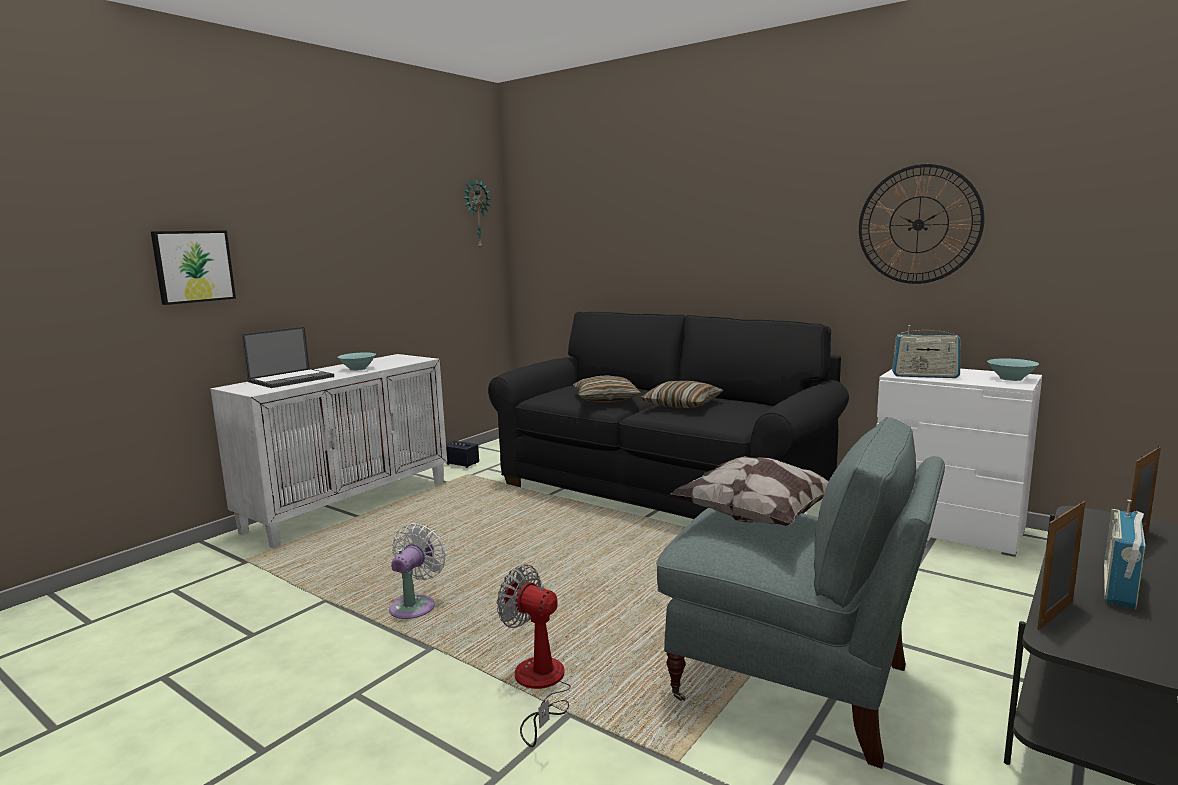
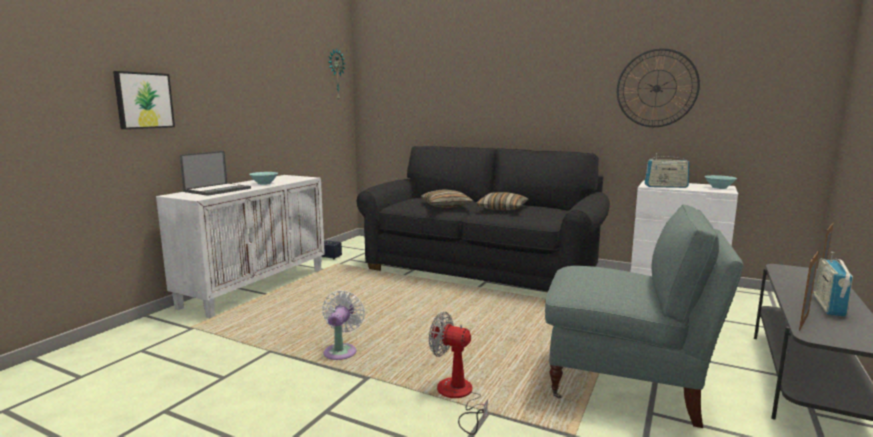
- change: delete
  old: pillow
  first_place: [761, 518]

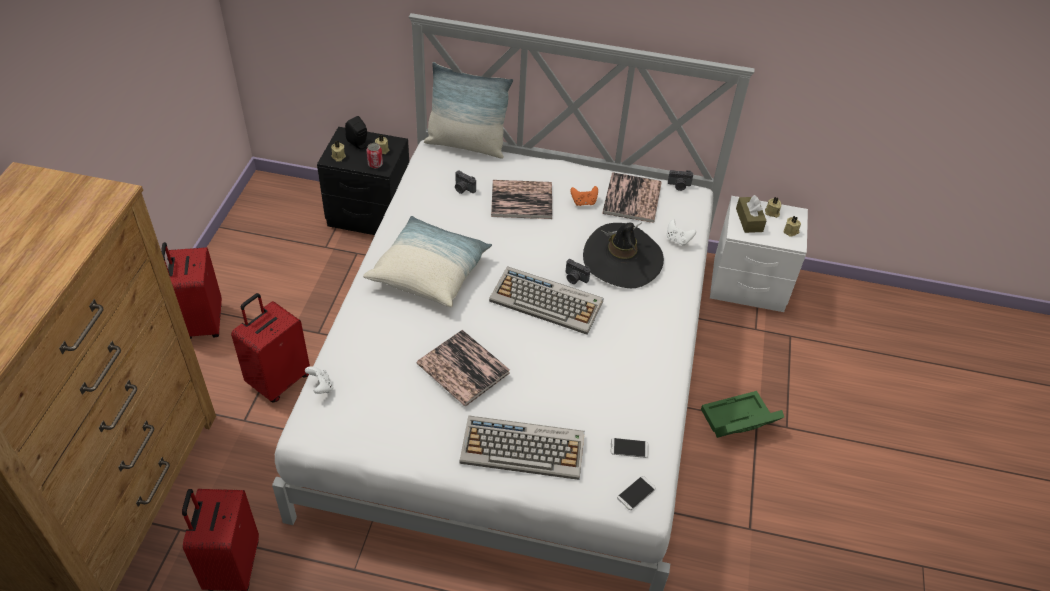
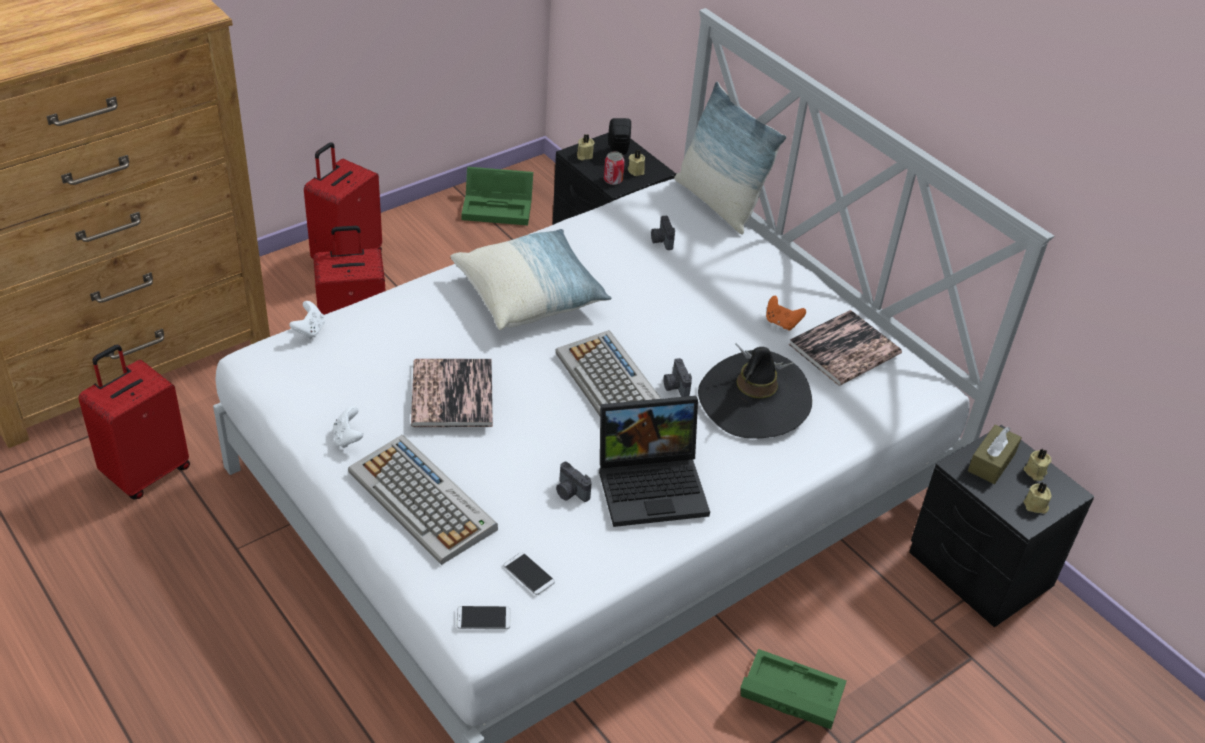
- change: move
  old: white_game_controller
  first_place: [678, 239]
  second_place: [348, 438]
- change: insert
  new: green_storage_box
  second_place: [499, 207]
- change: move
  old: photo_camera
  first_place: [679, 185]
  second_place: [570, 492]
- change: insert
  new: laptop
  second_place: [653, 485]
- change: recolor
  old: white_nightstand
  new: black_nightstand
  first_place: [748, 285]
  second_place: [979, 569]
- change: delete
  old: book
  first_place: [521, 200]

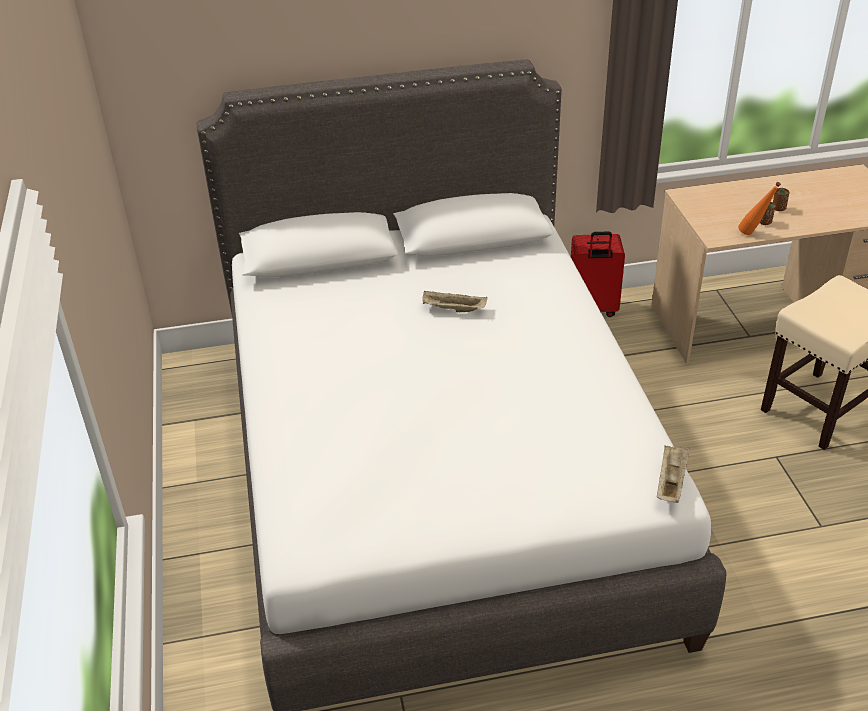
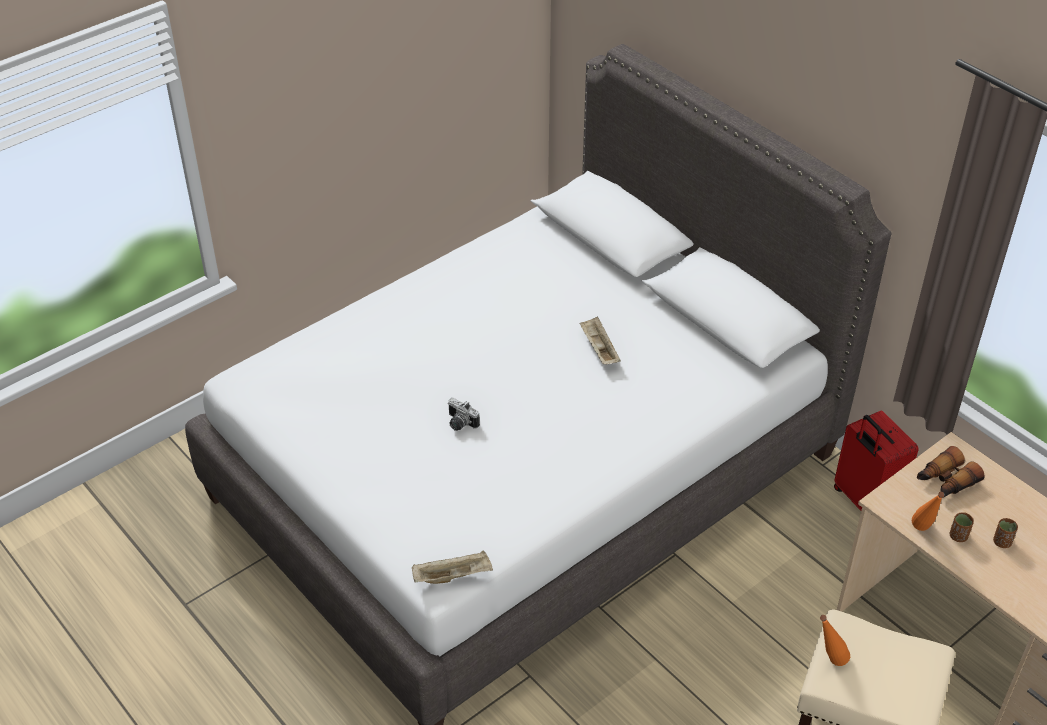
- change: insert
  new: photo_camera
  second_place: [459, 423]
- change: insert
  new: orange_bottle
  second_place: [828, 662]
- change: insert
  new: binoculars
  second_place: [945, 481]

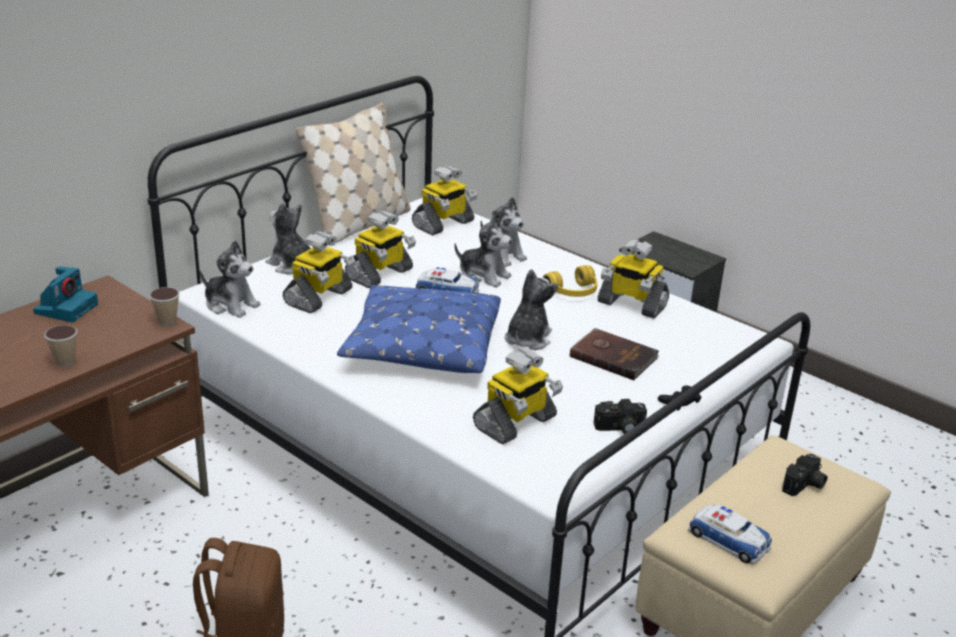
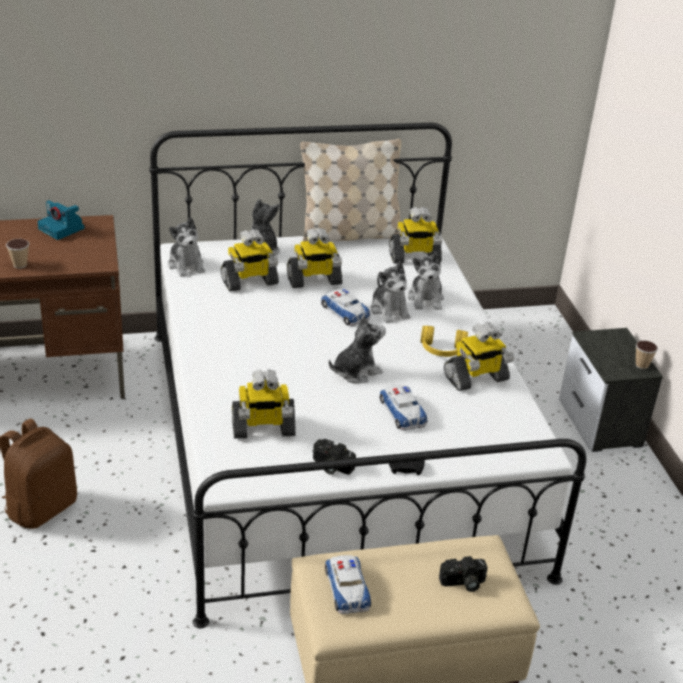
- change: rotate
  old: photo_camera
  first_place: [66, 308]
  second_place: [62, 229]
  degrees: 75
- change: replace
  old: brown_book
  new: toy_car
  first_place: [613, 356]
  second_place: [402, 412]
- change: rotate
  old: toy_robot
  first_place: [631, 304]
  second_place: [476, 378]
  degrees: -90
- change: move
  old: cup
  first_place: [167, 321]
  second_place: [641, 365]
- change: delete
  old: blue_pillow
  first_place: [422, 347]

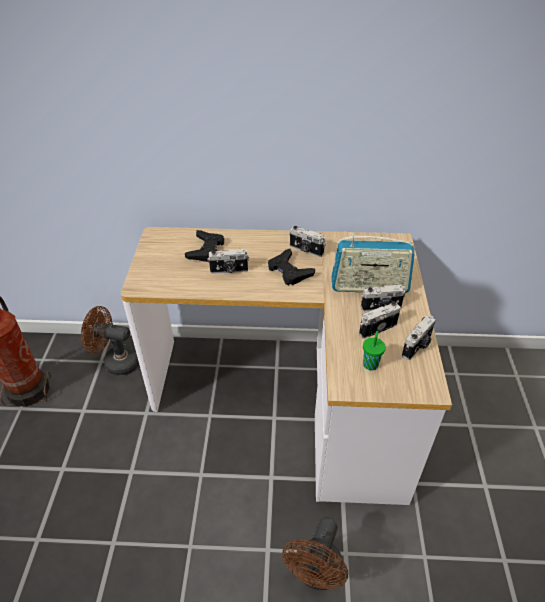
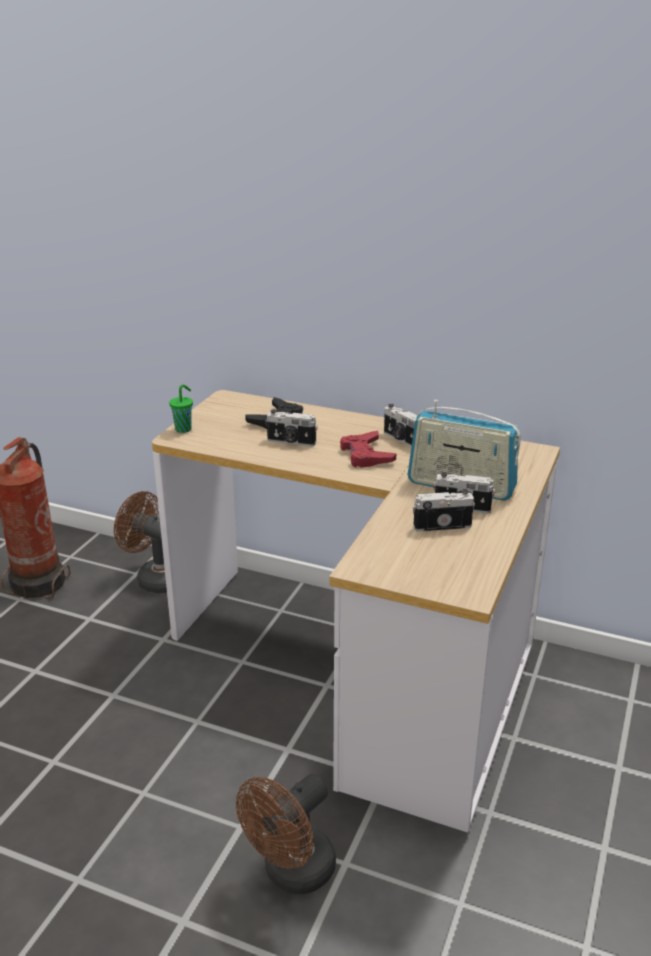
- change: move
  old: green_cup
  first_place: [370, 364]
  second_place: [184, 429]
- change: recolor
  old: black_game_controller
  new: red_game_controller
  first_place: [289, 271]
  second_place: [366, 455]
- change: delete
  old: photo_camera
  first_place: [417, 346]

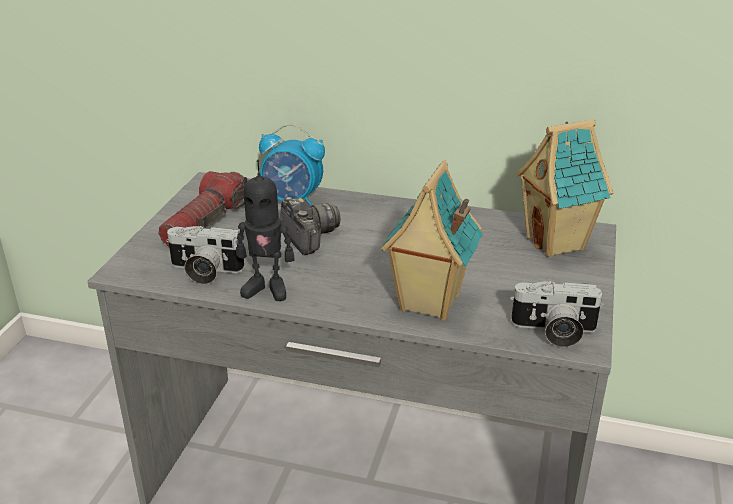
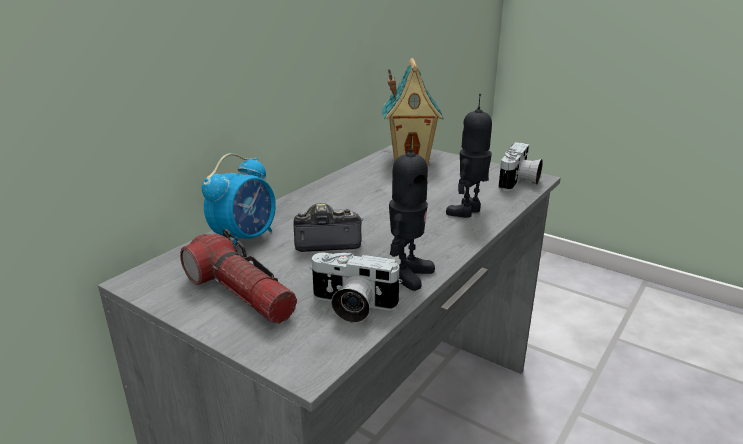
- change: rotate
  old: photo_camera
  first_place: [204, 271]
  second_place: [351, 306]
  degrees: 75
- change: replace
  old: toy_house
  new: toy_robot
  first_place: [427, 304]
  second_place: [468, 212]

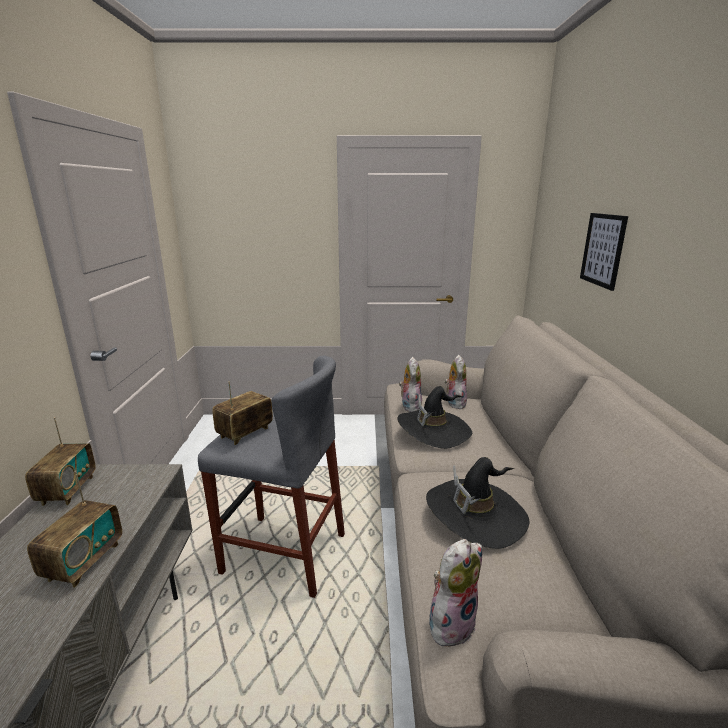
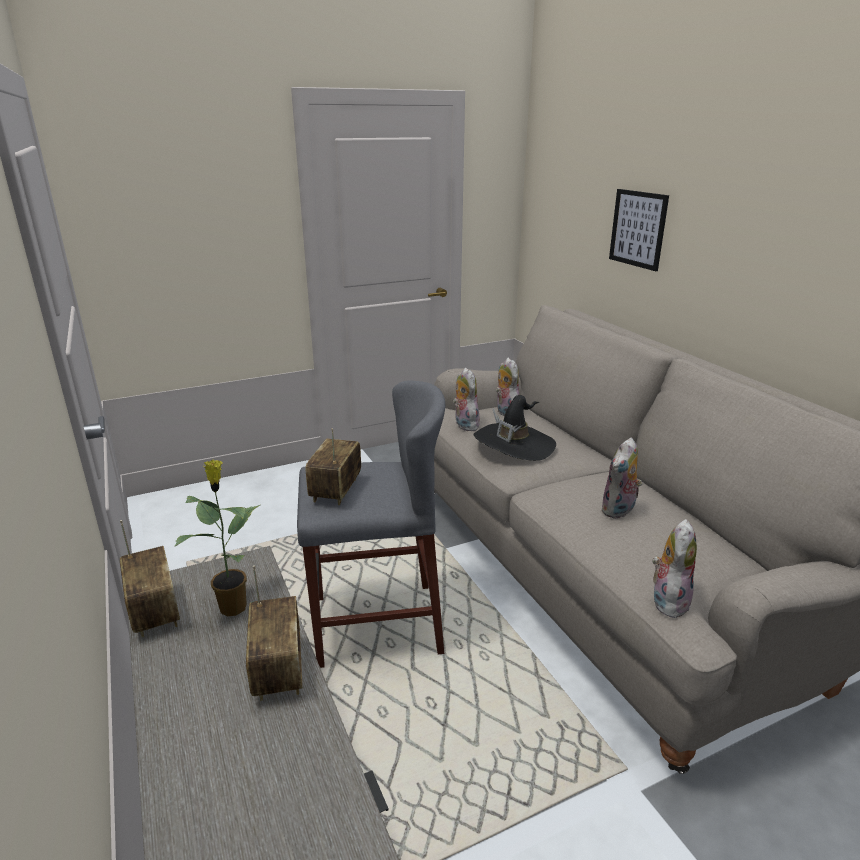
- change: insert
  new: potted_plant
  second_place: [233, 606]
- change: replace
  old: black_hat
  new: plush_toy
  first_place: [476, 514]
  second_place: [619, 511]

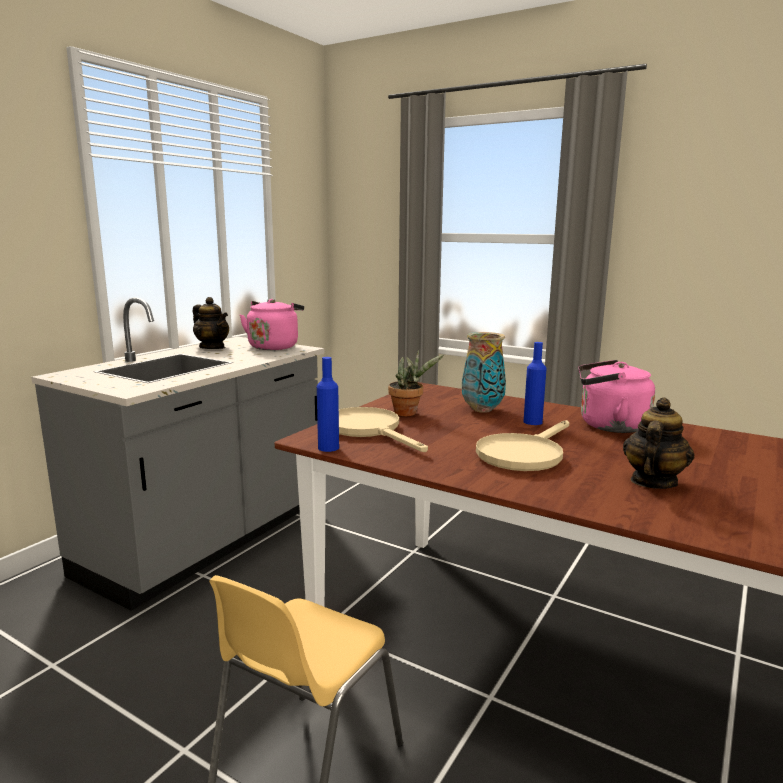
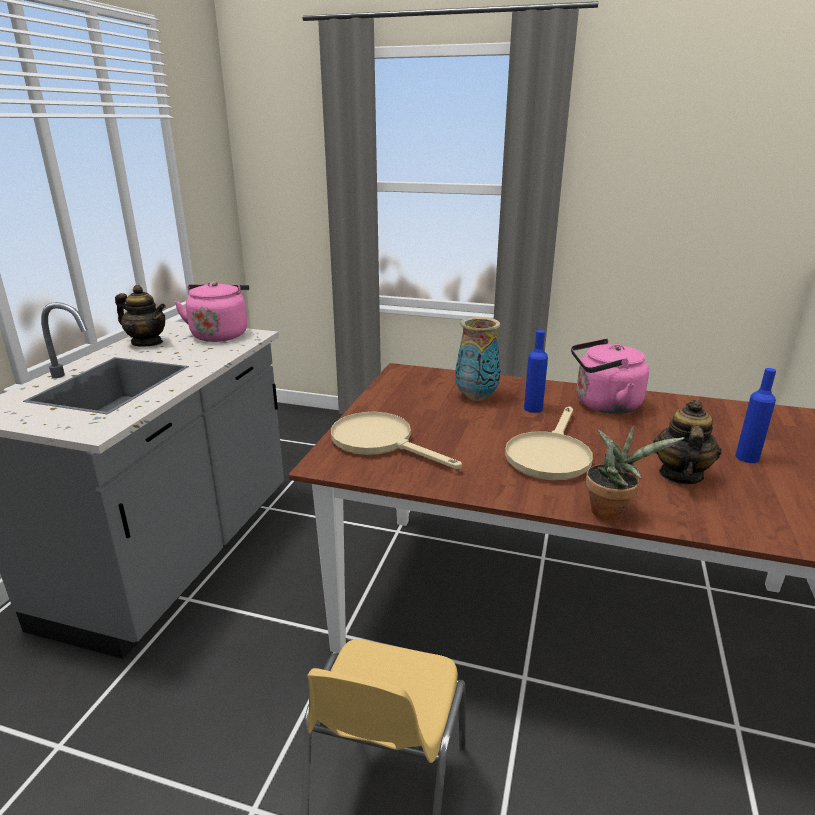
- change: move
  old: potted_plant
  first_place: [409, 413]
  second_place: [611, 511]
- change: move
  old: blue_bottle
  first_place: [328, 448]
  second_place: [747, 457]

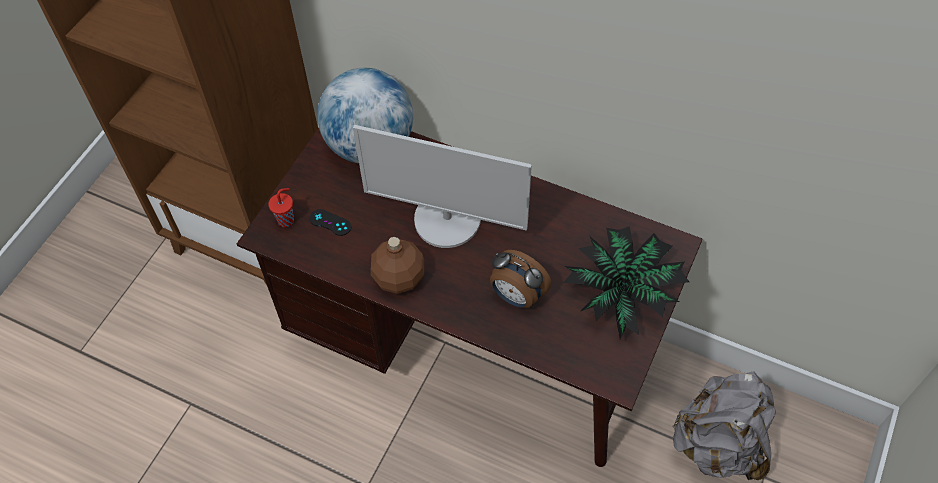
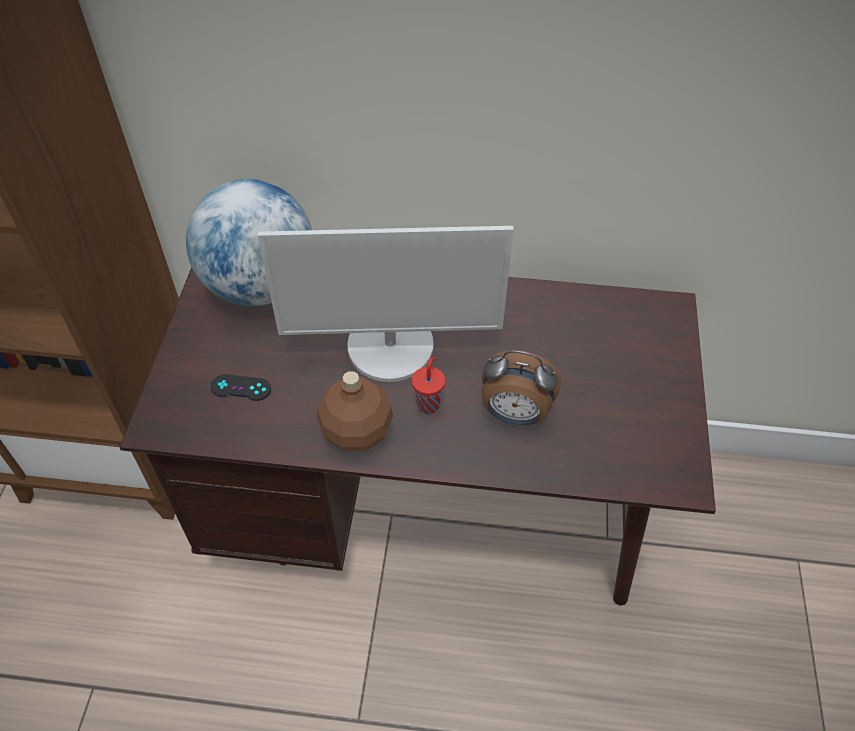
- change: move
  old: red_cup
  first_place: [286, 220]
  second_place: [428, 404]
- change: delete
  old: potted_plant
  first_place: [624, 293]
- change: delete
  old: grey_backpack
  first_place: [719, 444]

